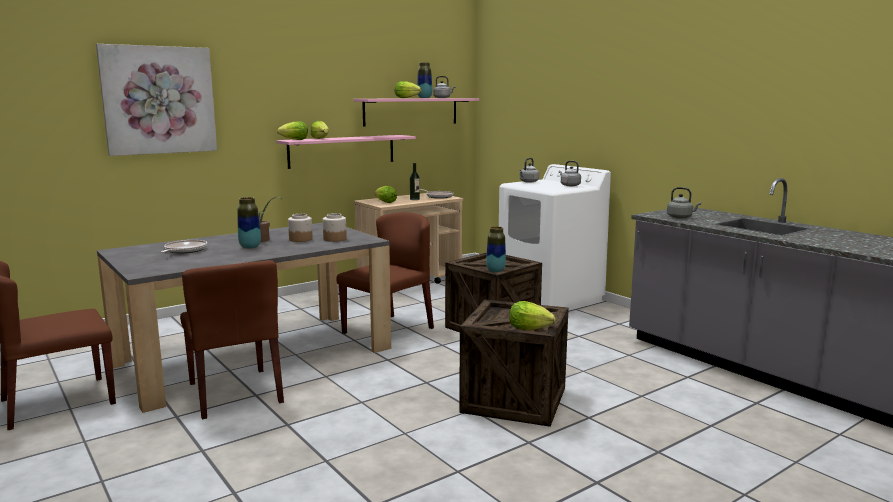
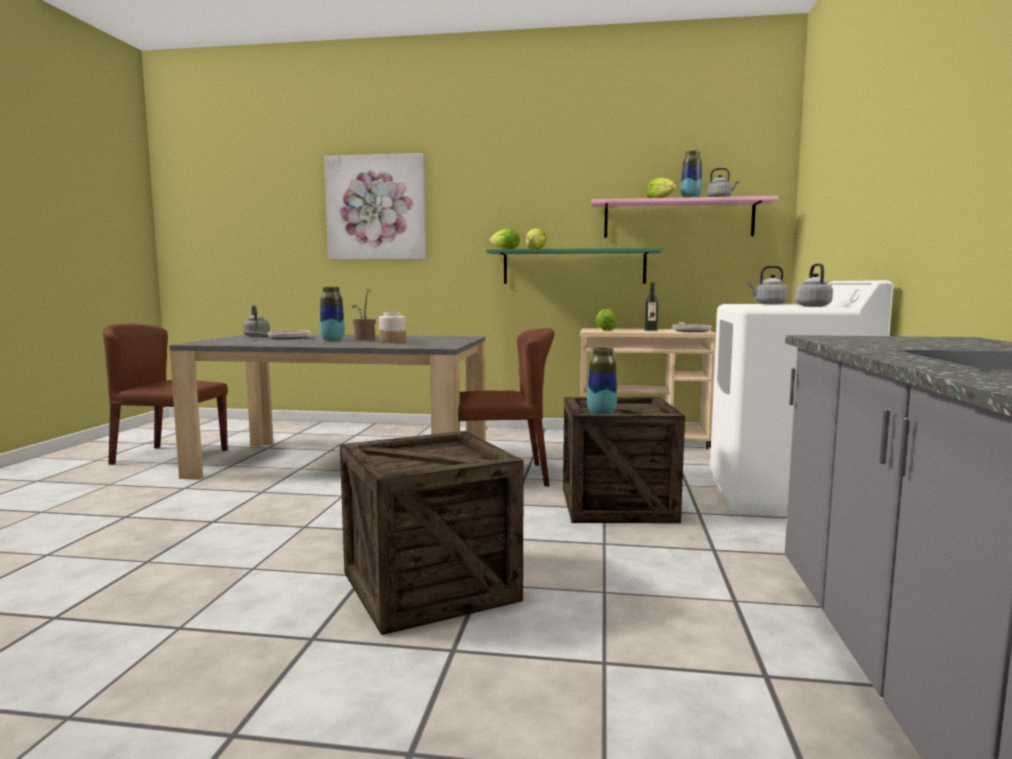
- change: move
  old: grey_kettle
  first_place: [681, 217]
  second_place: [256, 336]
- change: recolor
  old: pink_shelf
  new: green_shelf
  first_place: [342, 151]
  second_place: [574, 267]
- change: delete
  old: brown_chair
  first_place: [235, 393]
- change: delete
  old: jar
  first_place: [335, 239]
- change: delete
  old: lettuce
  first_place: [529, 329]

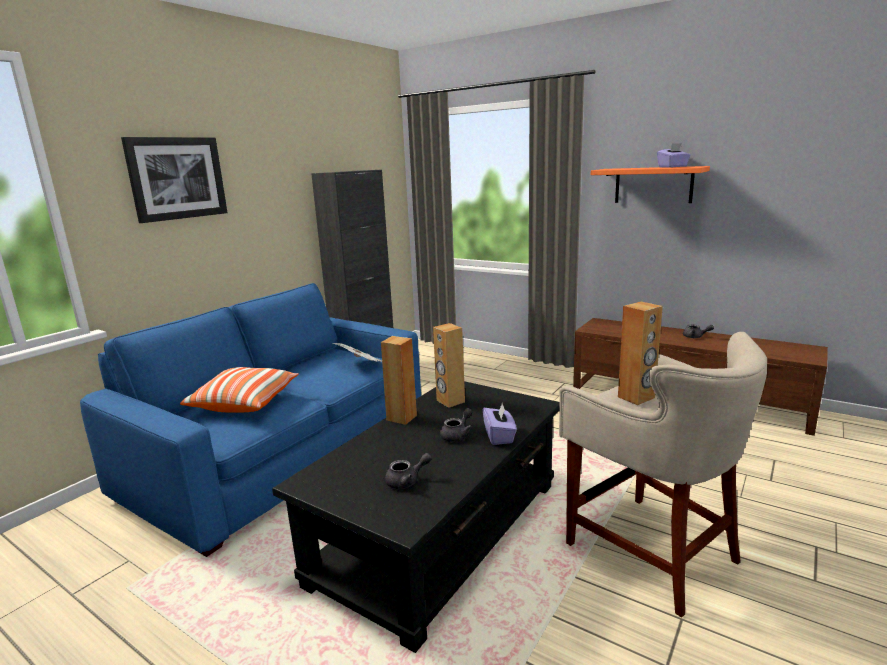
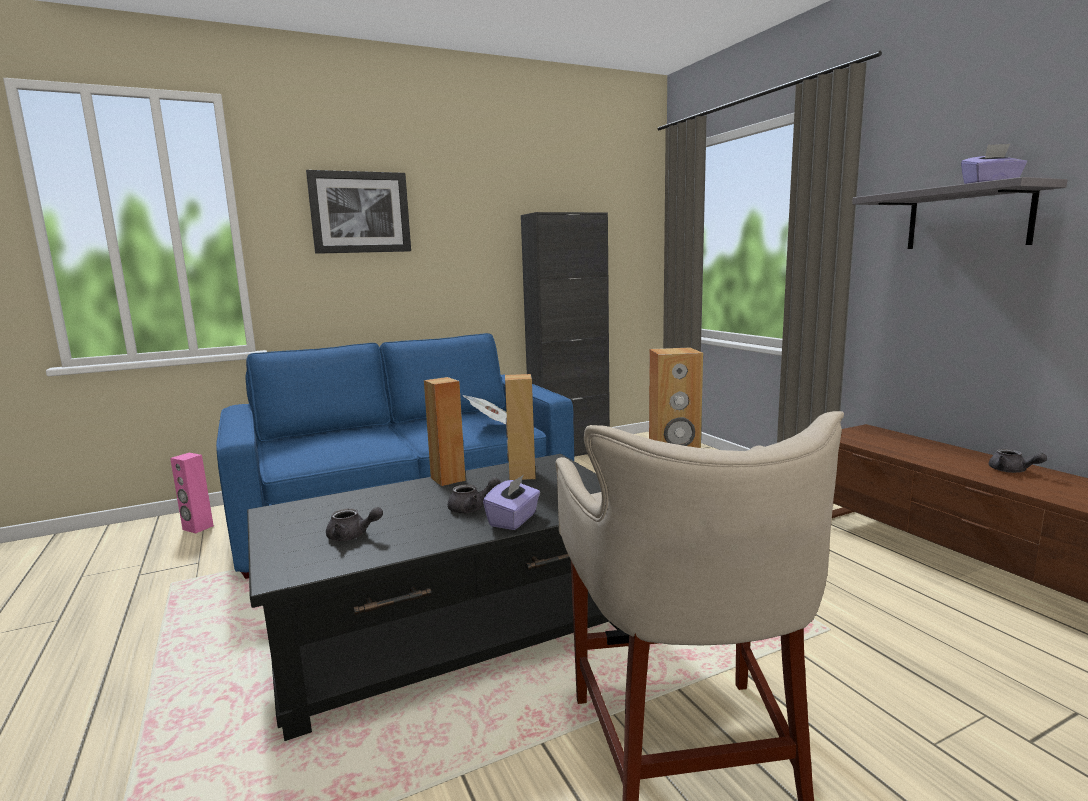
- change: insert
  new: pink_speaker
  second_place: [197, 528]
- change: recolor
  old: orange_shelf
  new: grey_shelf
  first_place: [653, 185]
  second_place: [968, 218]
- change: delete
  old: pillow
  first_place: [245, 402]

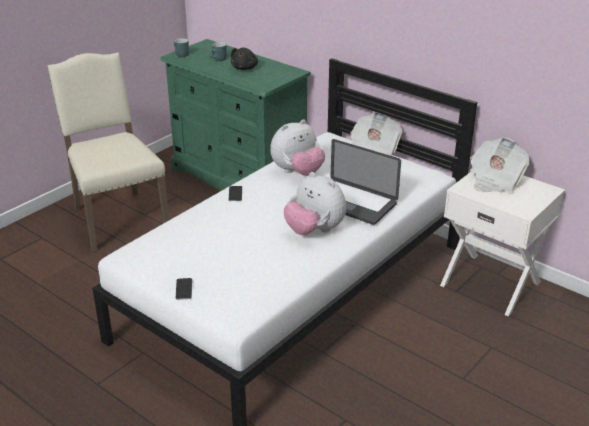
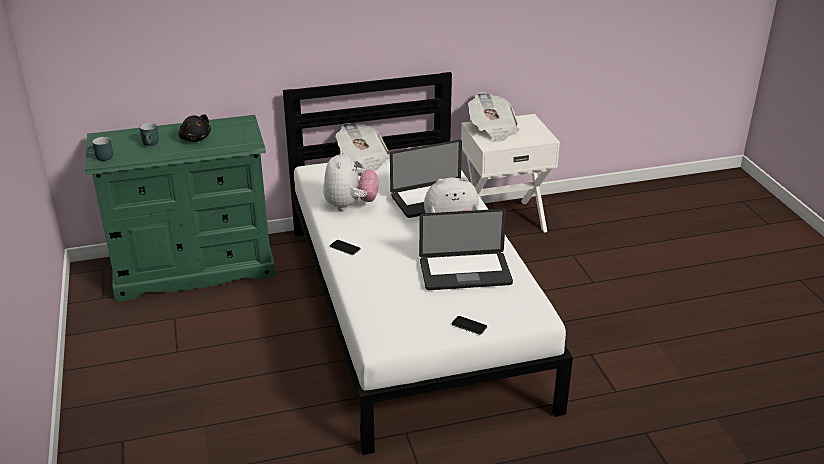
- change: insert
  new: laptop
  second_place: [465, 273]
- change: delete
  old: beige_chair
  first_place: [117, 219]

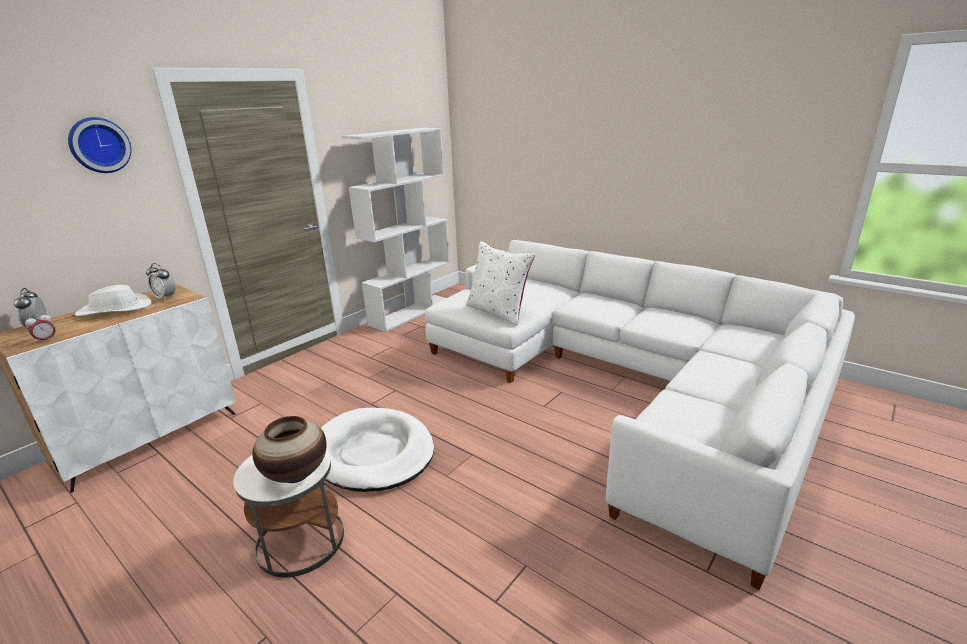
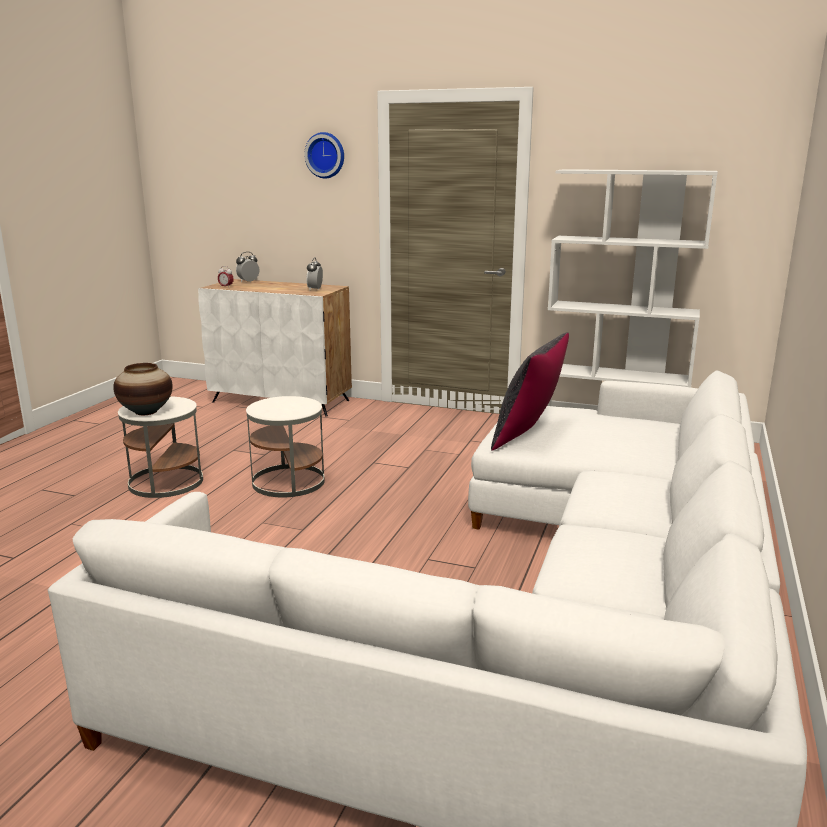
- change: replace
  old: white_dog_bed
  new: white_side_table
  first_place: [373, 453]
  second_place: [288, 482]
- change: recolor
  old: white_pillow
  new: black_pillow
  first_place: [498, 312]
  second_place: [528, 435]
- change: delete
  old: white_hat
  first_place: [115, 310]

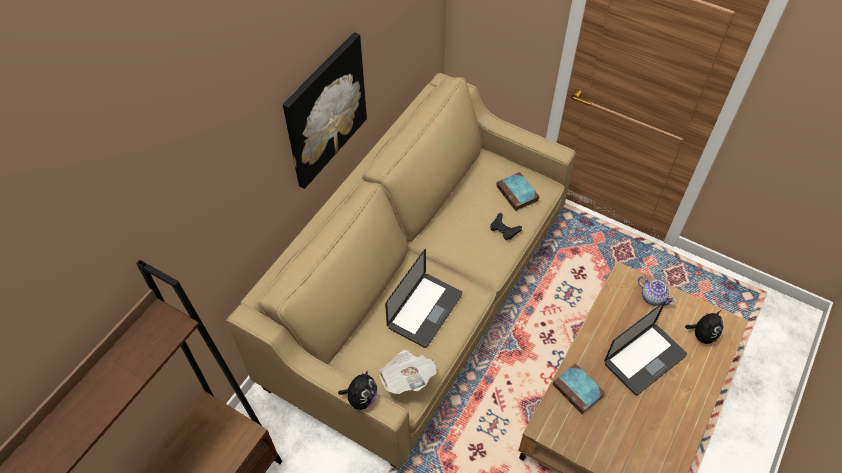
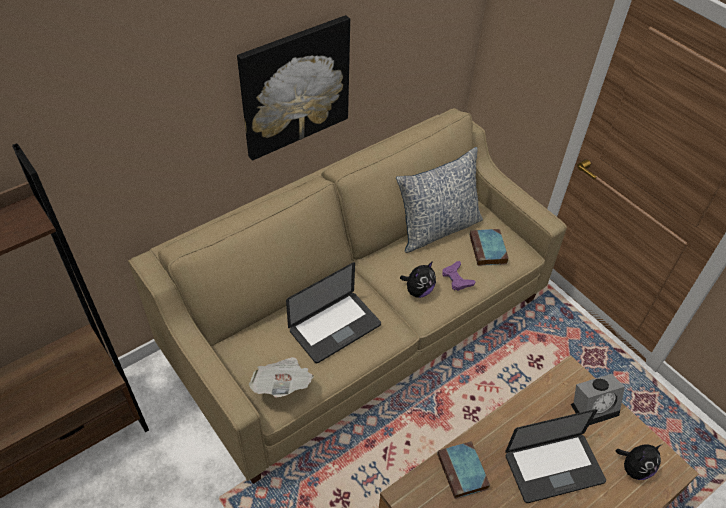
- change: insert
  new: pillow
  second_place: [437, 228]
- change: move
  old: plush_toy
  first_place: [361, 398]
  second_place: [418, 291]
- change: recolor
  old: black_game_controller
  new: purple_game_controller
  first_place: [504, 229]
  second_place: [456, 278]
- change: replace
  old: teapot
  new: alarm_clock
  first_place: [653, 297]
  second_place: [594, 407]

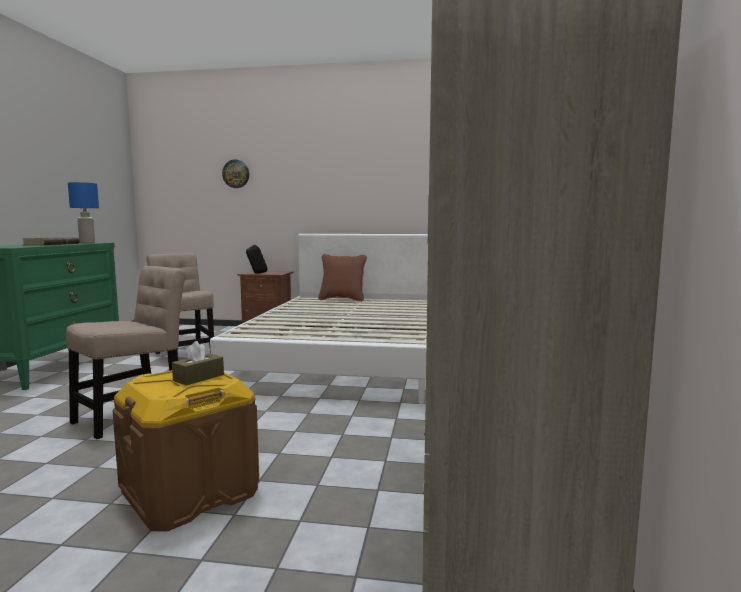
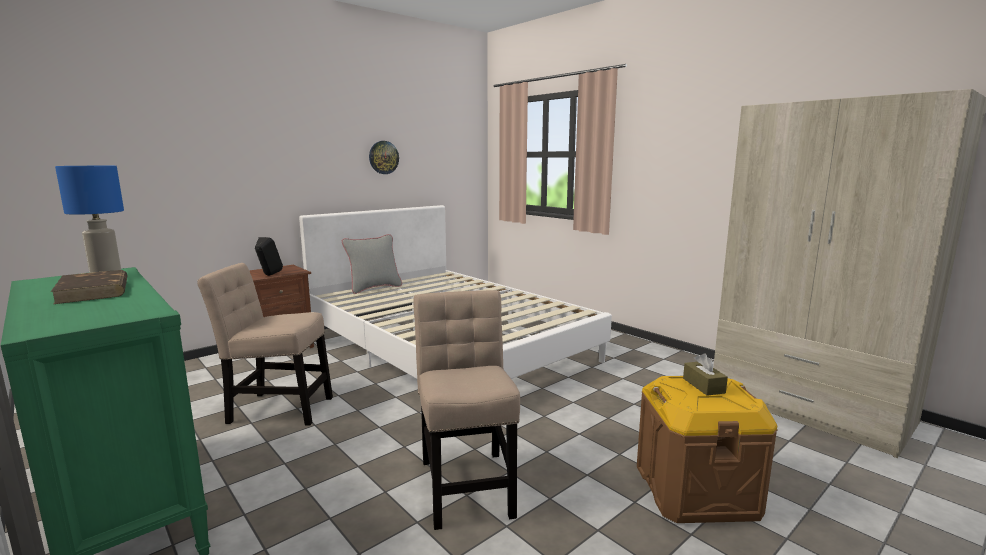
- change: recolor
  old: brown_pillow
  new: grey_pillow
  first_place: [342, 299]
  second_place: [374, 288]
- change: move
  old: wall_clock
  first_place: [236, 174]
  second_place: [383, 157]

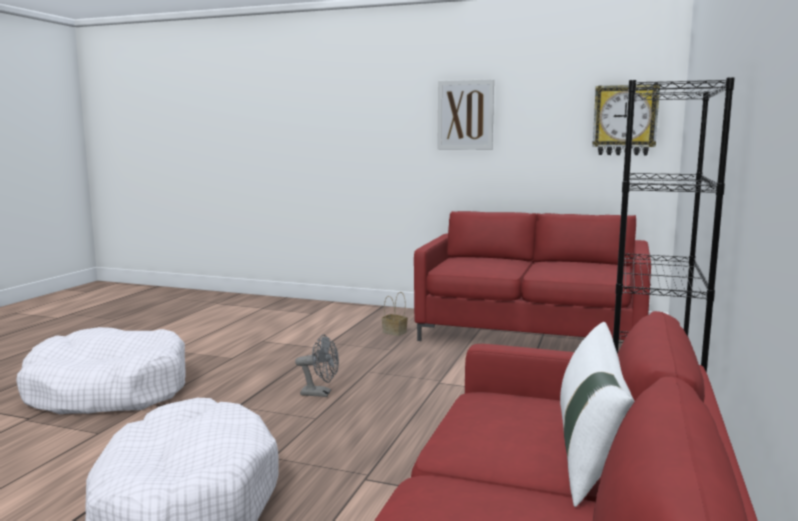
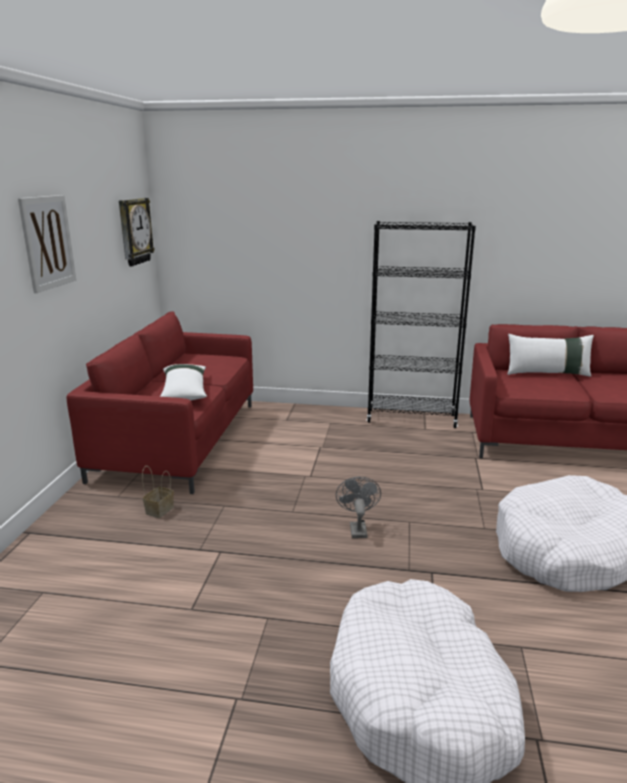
- change: insert
  new: white_pillow
  second_place: [184, 391]

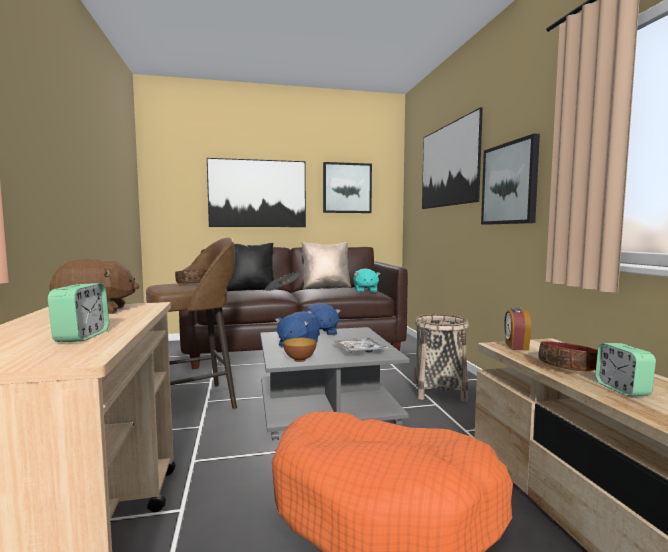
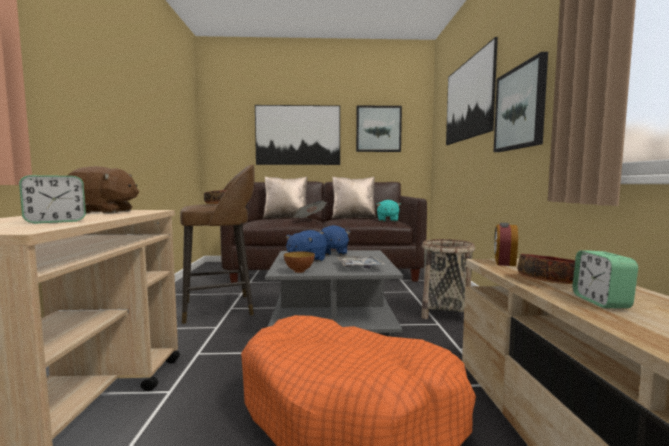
- change: rotate
  old: alarm_clock
  first_place: [82, 336]
  second_place: [56, 221]
  degrees: 45
- change: recolor
  old: black_pillow
  new: beige_pillow
  first_place: [249, 289]
  second_place: [286, 217]

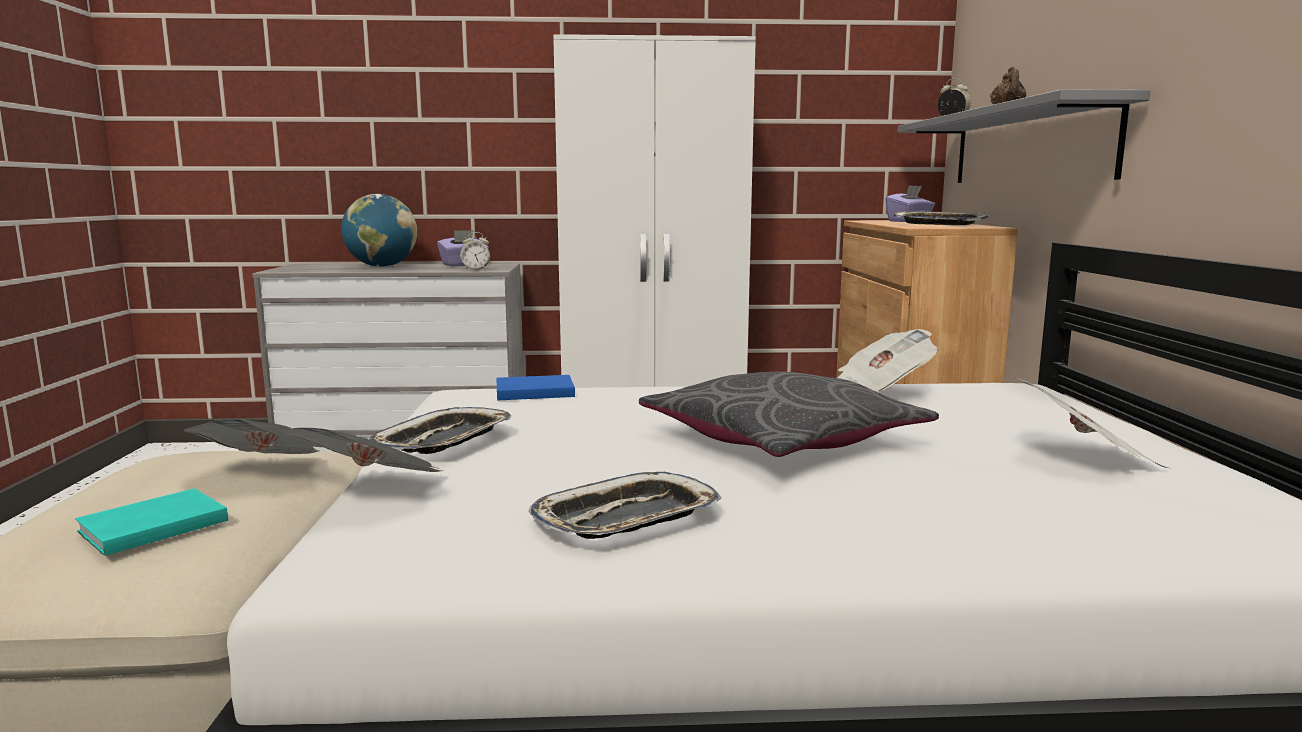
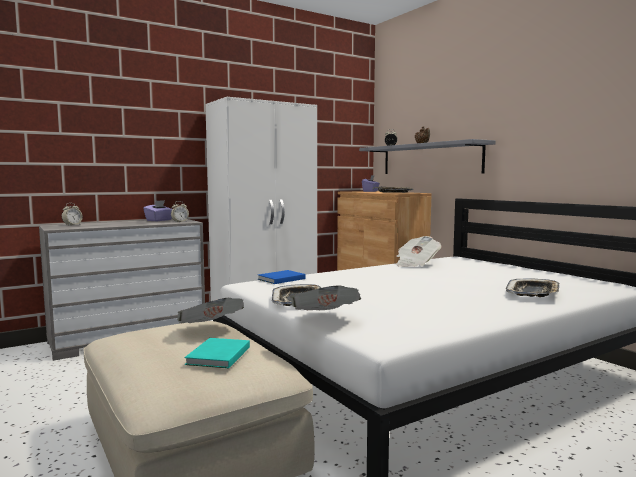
- change: insert
  new: alarm_clock
  second_place: [72, 225]
- change: move
  old: tray
  first_place: [626, 519]
  second_place: [533, 292]
- change: delete
  old: globe
  first_place: [382, 266]
- change: delete
  old: grey_pillow
  first_place: [782, 440]
- change: delete
  old: newspaper
  first_place: [1087, 459]

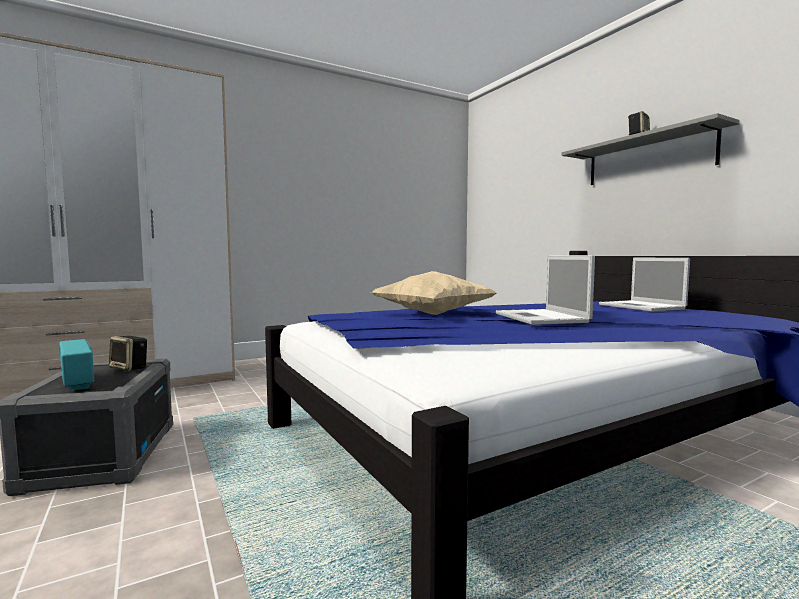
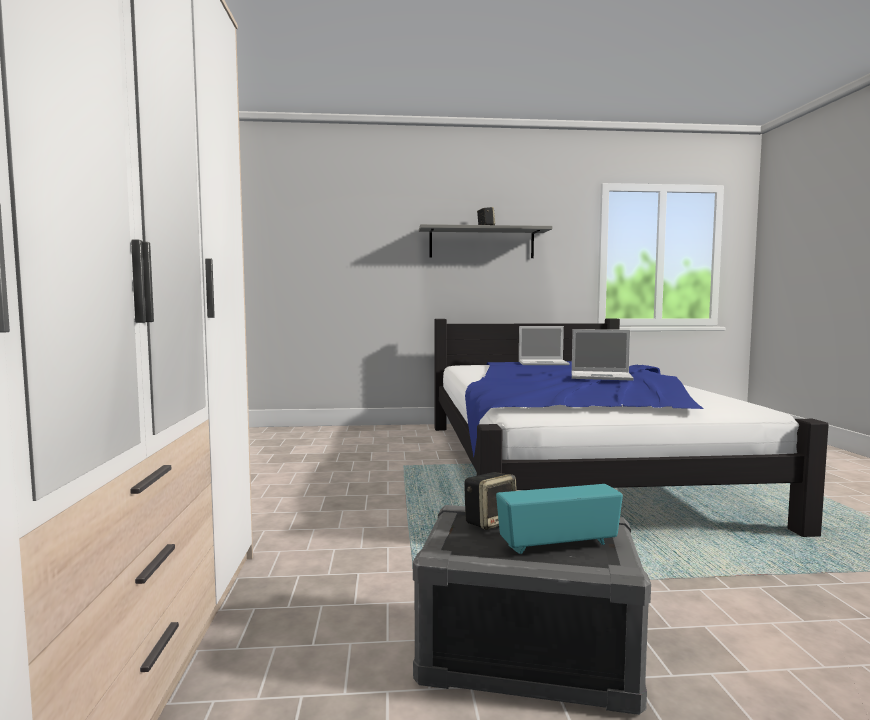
- change: delete
  old: beige_pillow
  first_place: [433, 314]

